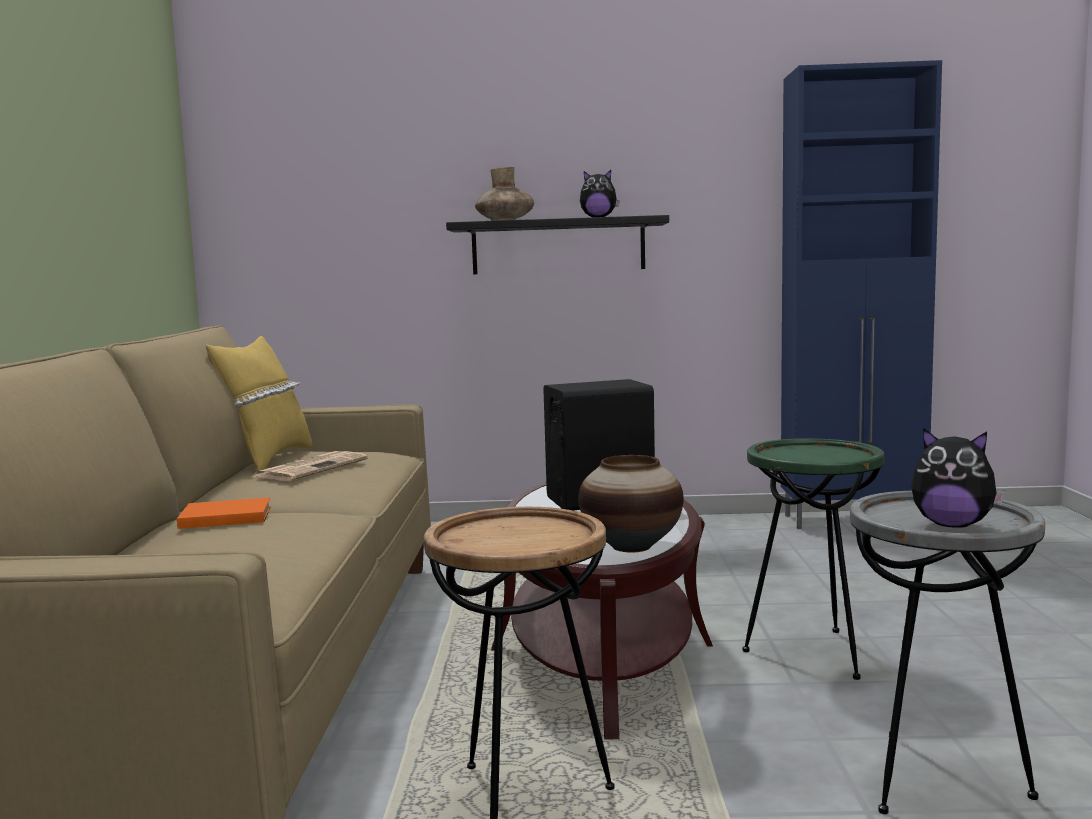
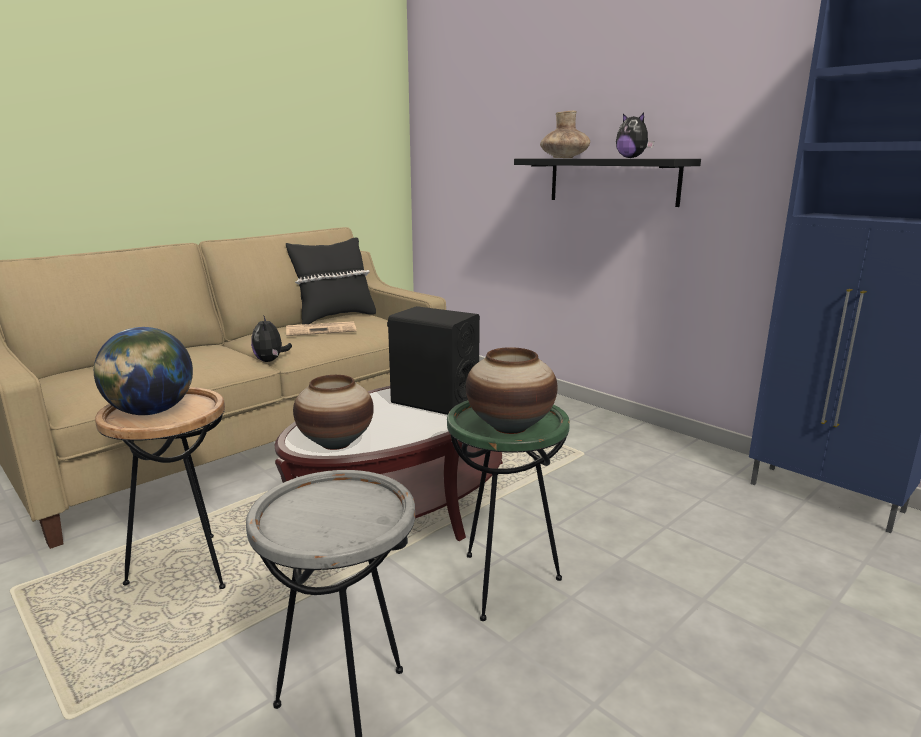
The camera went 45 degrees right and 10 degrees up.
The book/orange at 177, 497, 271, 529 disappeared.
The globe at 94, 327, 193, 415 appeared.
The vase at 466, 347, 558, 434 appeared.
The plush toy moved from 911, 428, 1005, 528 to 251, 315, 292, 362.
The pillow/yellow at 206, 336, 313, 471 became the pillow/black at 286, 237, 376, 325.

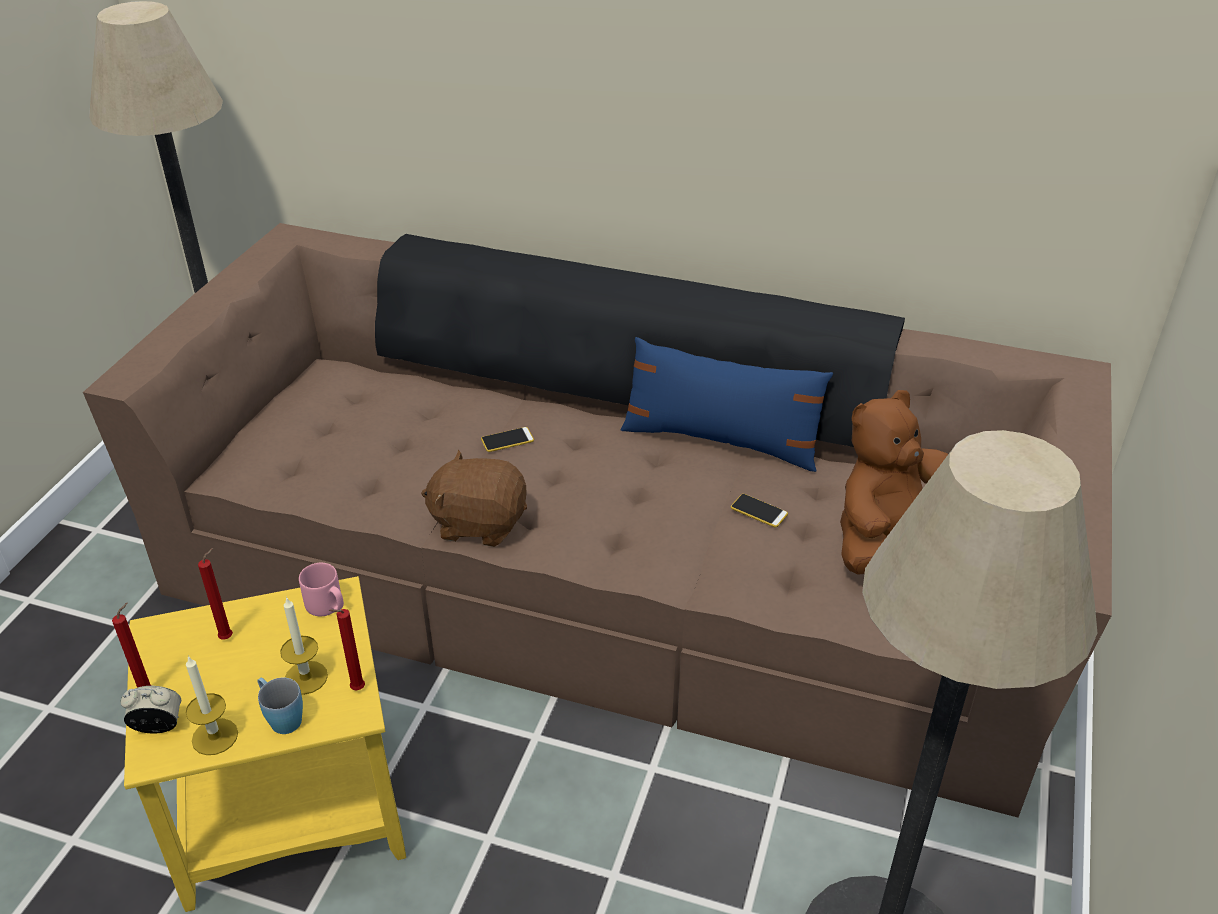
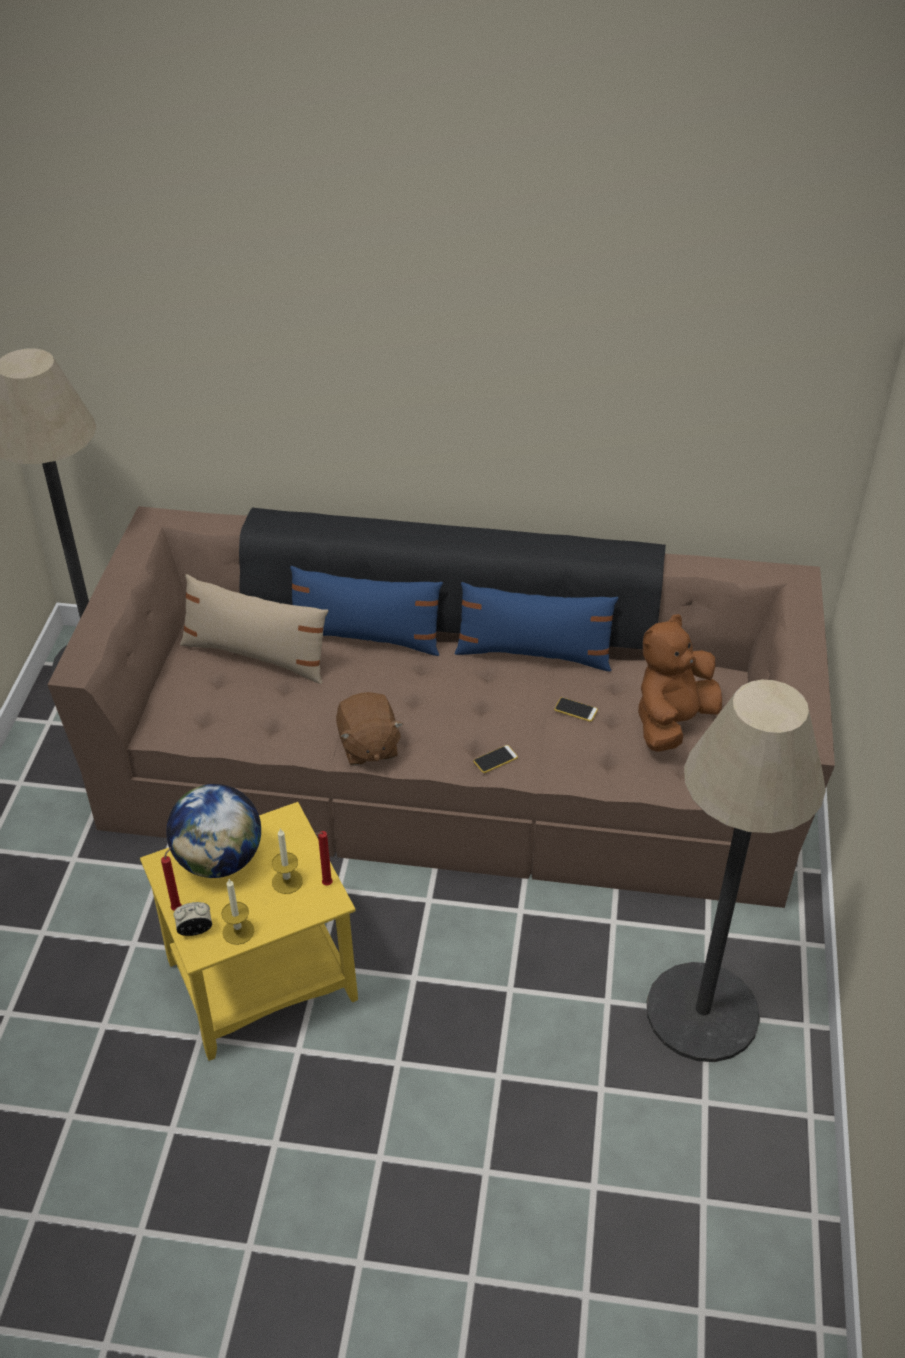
The camera went 10 degrees left and 5 degrees up.
The mug/blue at 257, 678, 303, 734 disappeared.
The mug/pink at 299, 563, 344, 616 disappeared.
The pillow/beige at 180, 574, 329, 684 appeared.
The pillow/blue at 290, 566, 443, 656 appeared.
The phone moved from 481, 427, 534, 452 to 473, 745, 518, 773.
The candle/red at 198, 548, 233, 640 was replaced by the globe at 166, 784, 261, 878.
The plush toy/brown at 421, 450, 527, 547 turned 105 degrees counterclockwise.

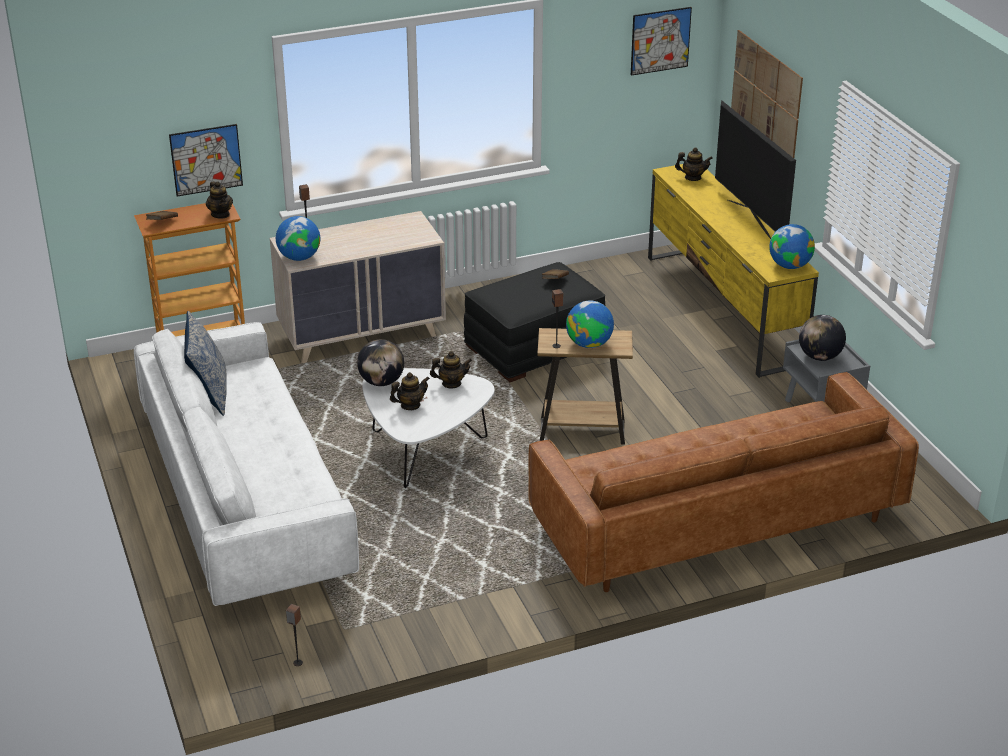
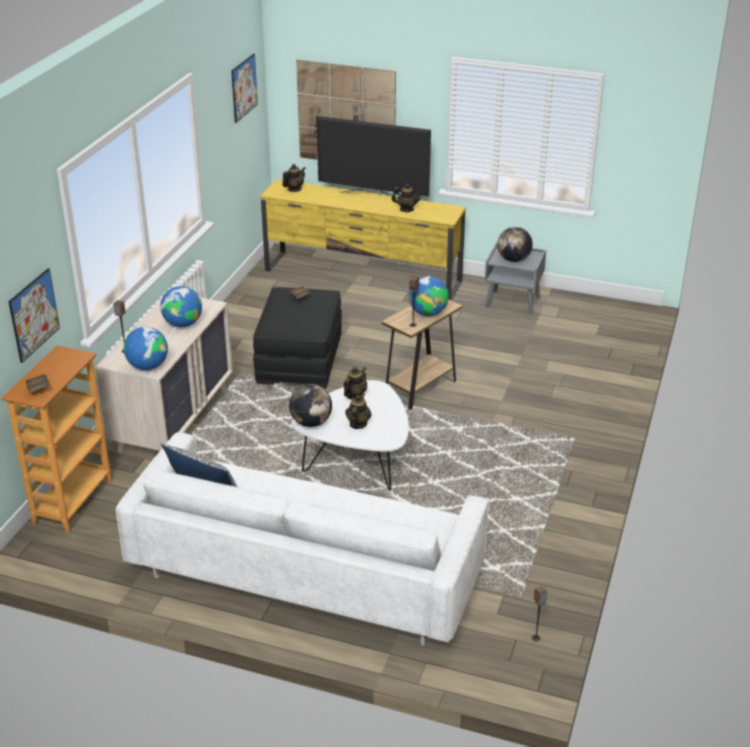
The camera went 50 degrees left and 0 degrees up.
The sofa/brown at 528, 372, 919, 592 disappeared.
The teapot moved from 206, 182, 233, 219 to 391, 183, 422, 212.
The globe moved from 769, 224, 815, 269 to 160, 286, 202, 327.

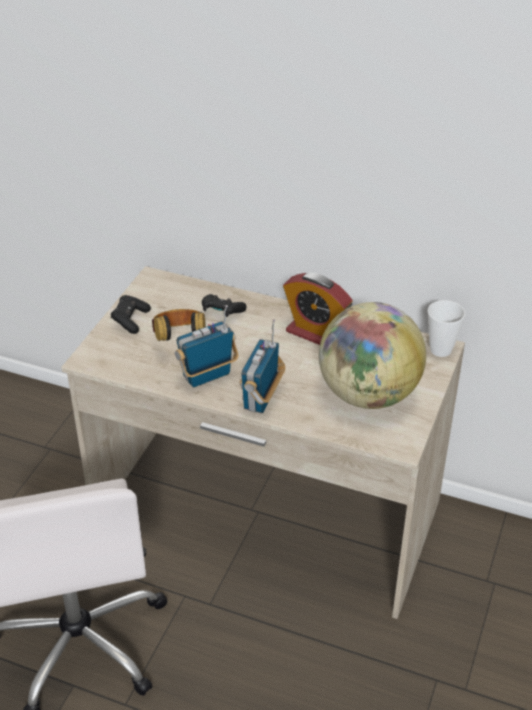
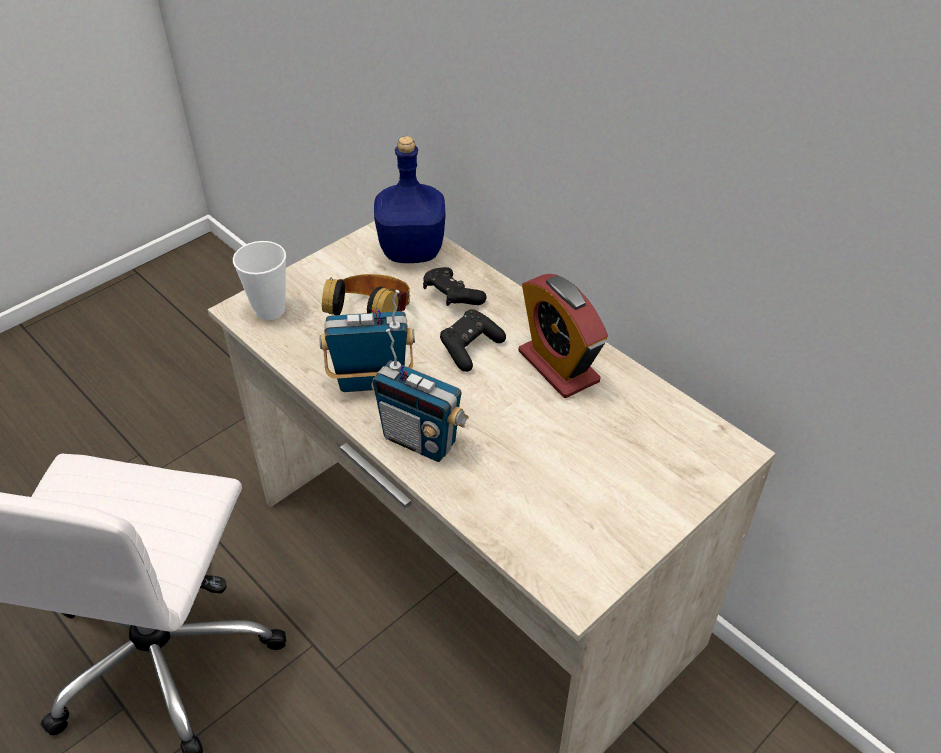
The camera went 25 degrees right and 5 degrees up.
The globe at 319, 302, 426, 409 disappeared.
The bottle/blue at 374, 136, 445, 263 appeared.
The game controller/black moved from 111, 295, 151, 334 to 440, 309, 506, 372.
The cup moved from 428, 300, 465, 357 to 233, 241, 286, 320.
The radio at 239, 319, 285, 413 turned 105 degrees counterclockwise.

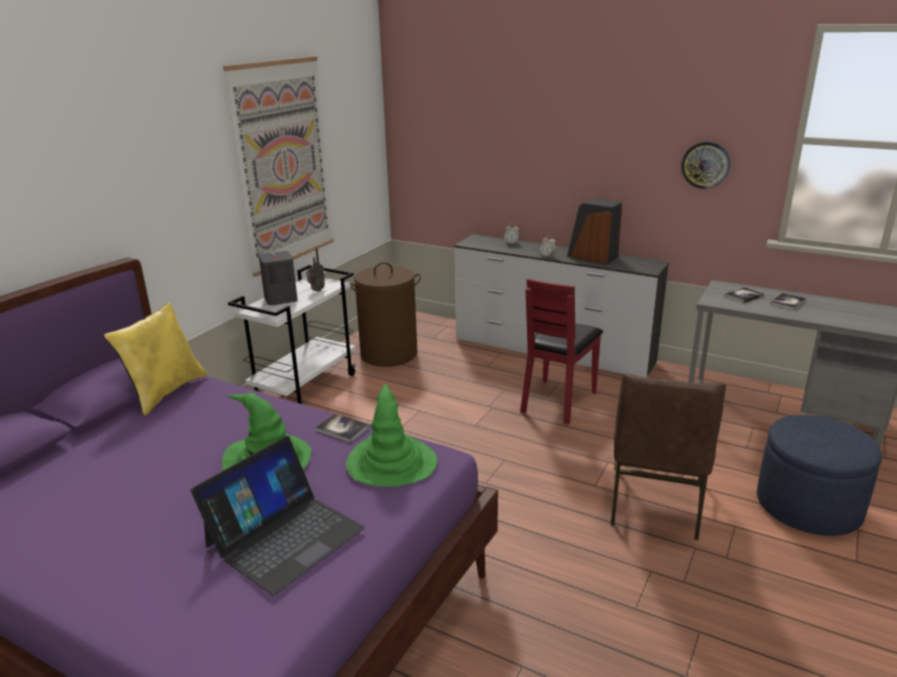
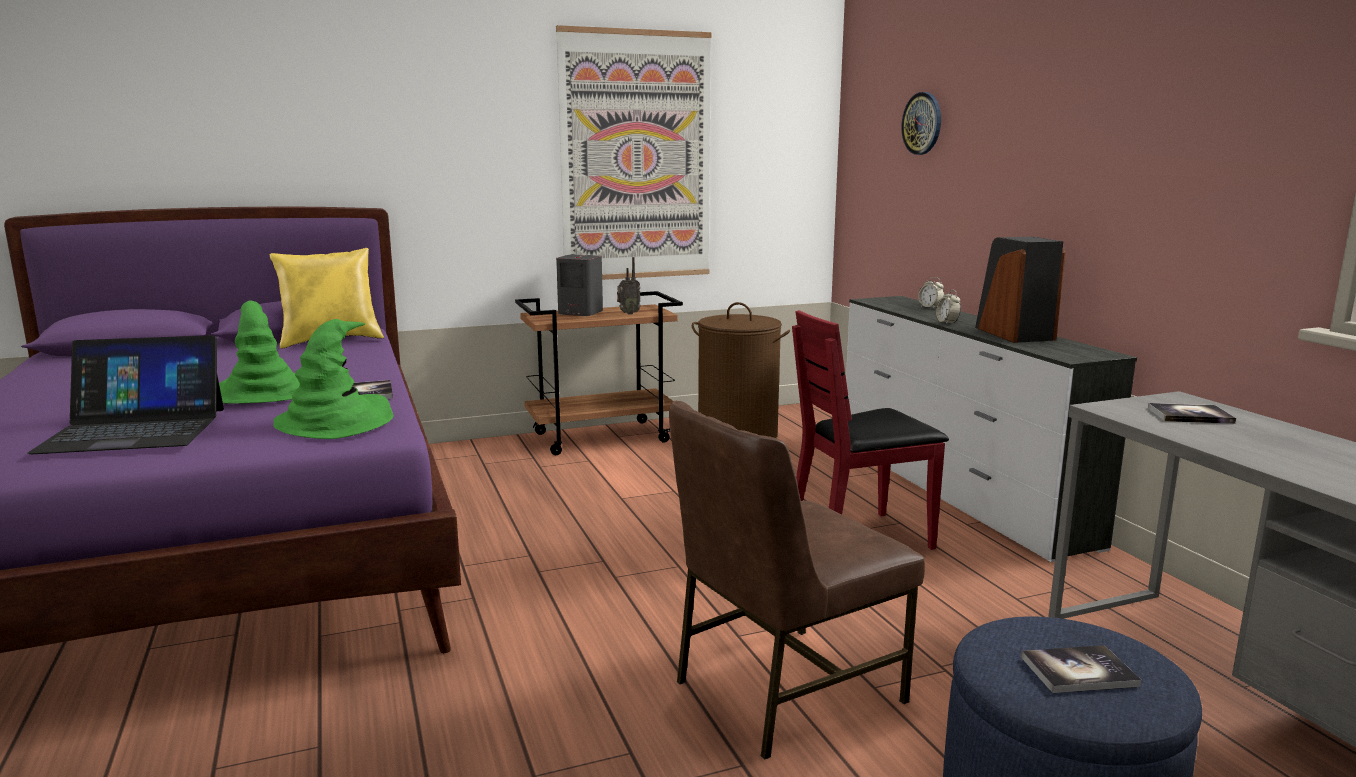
The camera went 40 degrees right and 10 degrees down.
The wall clock moved from 681, 142, 730, 189 to 901, 92, 941, 155.
The book moved from 770, 293, 806, 310 to 1021, 645, 1141, 693.
The cart/white at 228, 265, 356, 404 became the cart/brown at 515, 291, 683, 455.

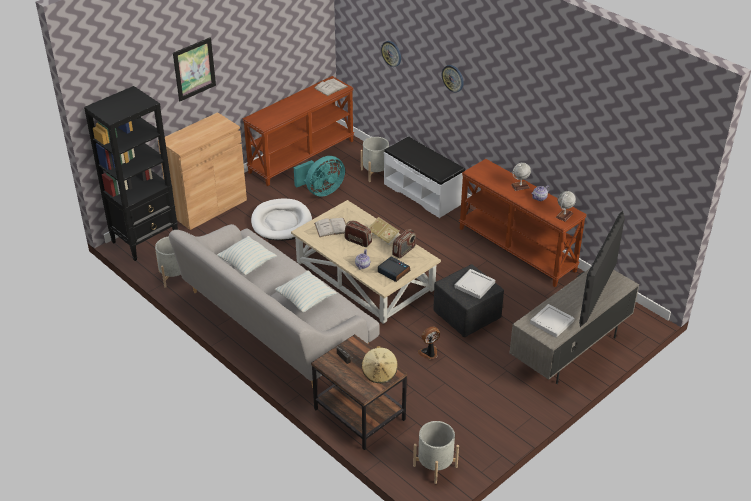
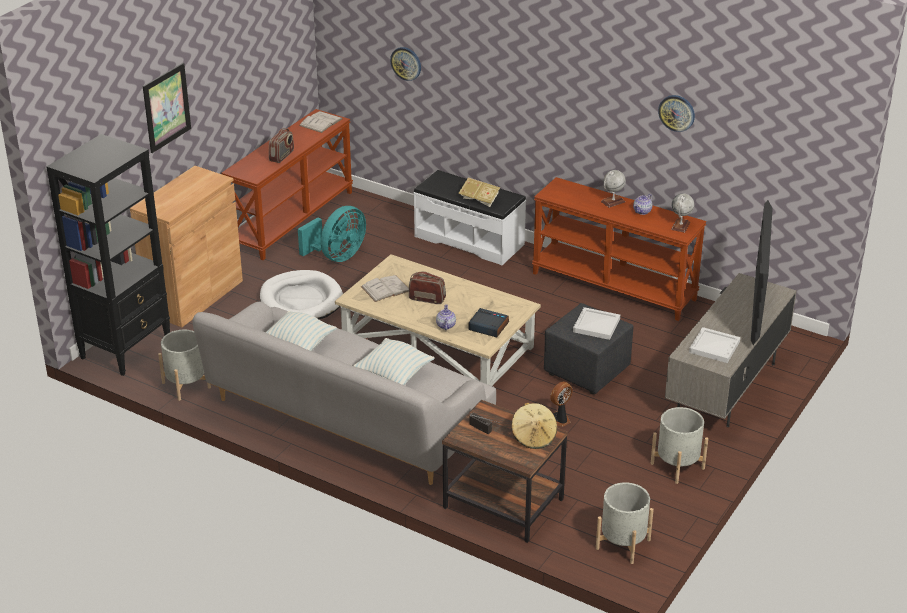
The camera went 15 degrees left and 5 degrees down.
The planter/grey moved from 361, 137, 389, 182 to 651, 407, 708, 484.
The book moved from 369, 217, 400, 245 to 458, 177, 500, 207.
The radio moved from 392, 229, 416, 258 to 269, 128, 294, 163.
The wall clock moved from 442, 65, 464, 92 to 658, 95, 695, 132.

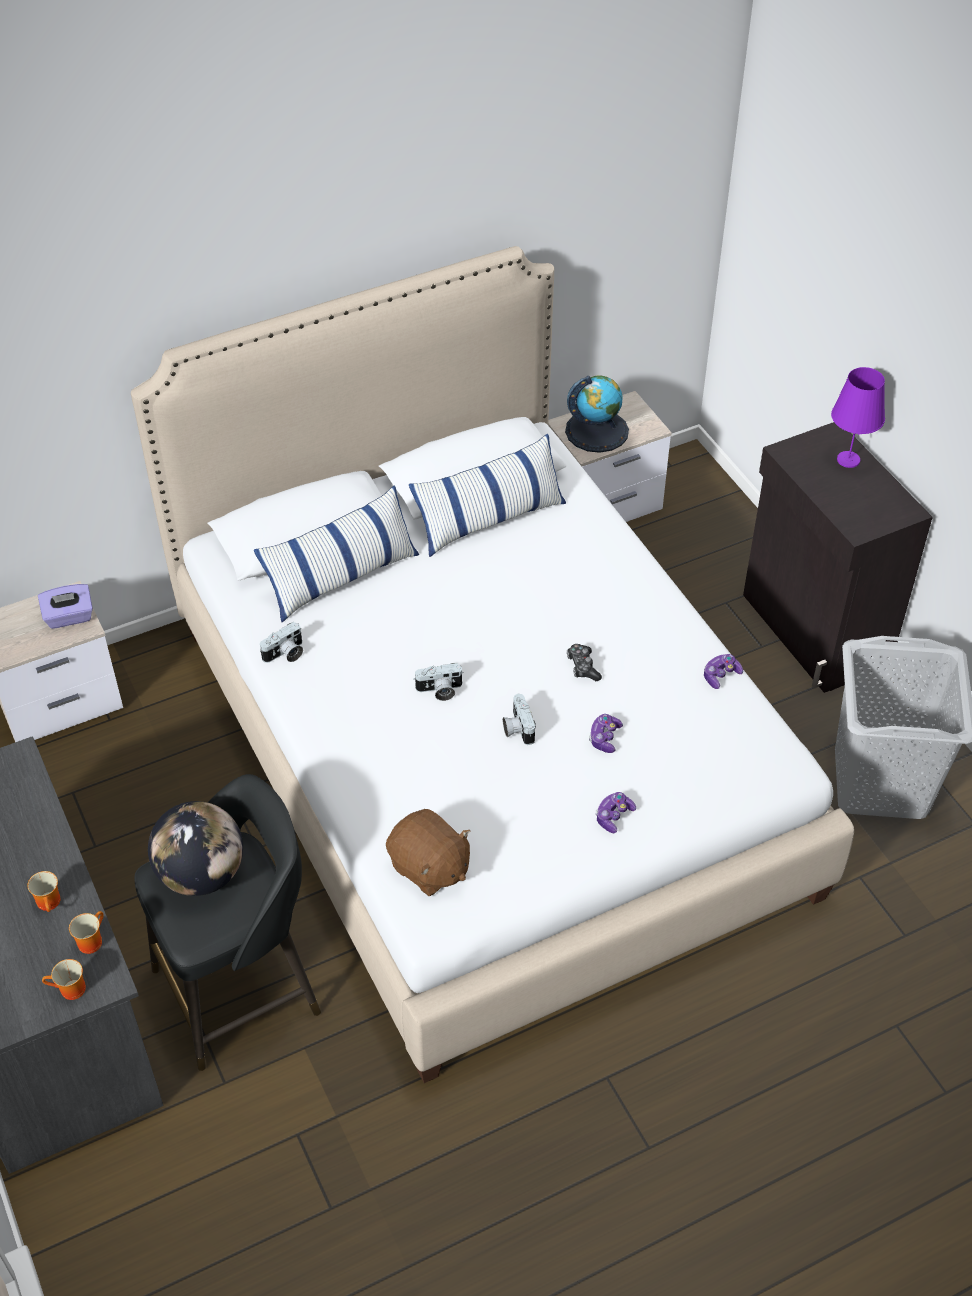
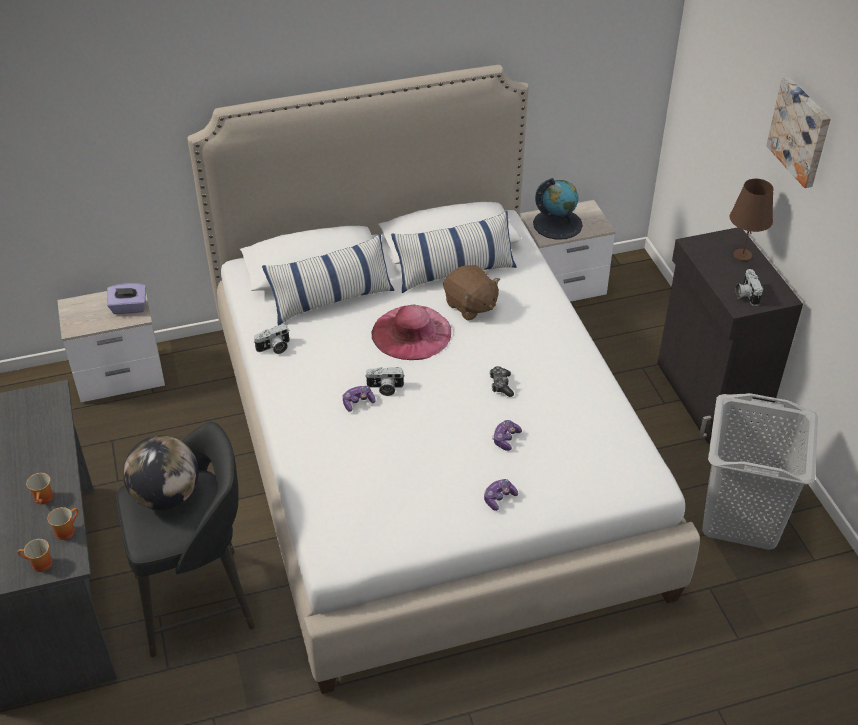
The camera went 10 degrees right and 5 degrees down.
The hat/pink at 371, 304, 451, 360 appeared.
The picture at 766, 77, 831, 188 appeared.
The plush toy/brown moved from 386, 809, 470, 896 to 443, 265, 500, 321.
The photo camera moved from 503, 694, 536, 745 to 736, 269, 763, 306.
The game controller moved from 704, 654, 743, 689 to 343, 386, 376, 412.
The table lamp/purple at 831, 367, 885, 468 became the table lamp/brown at 730, 179, 773, 261.

